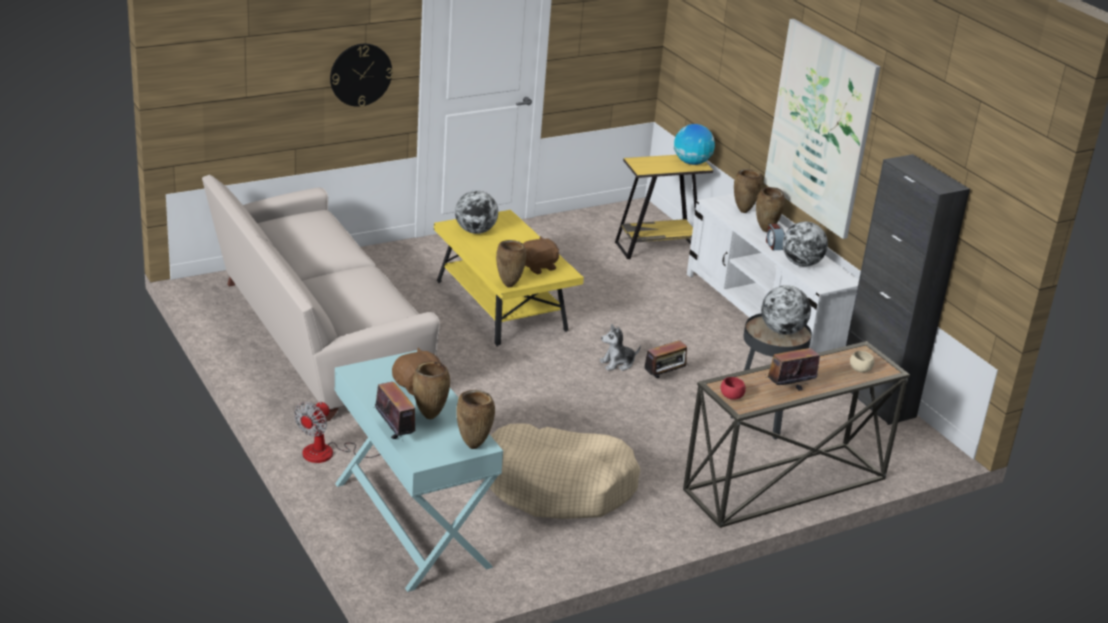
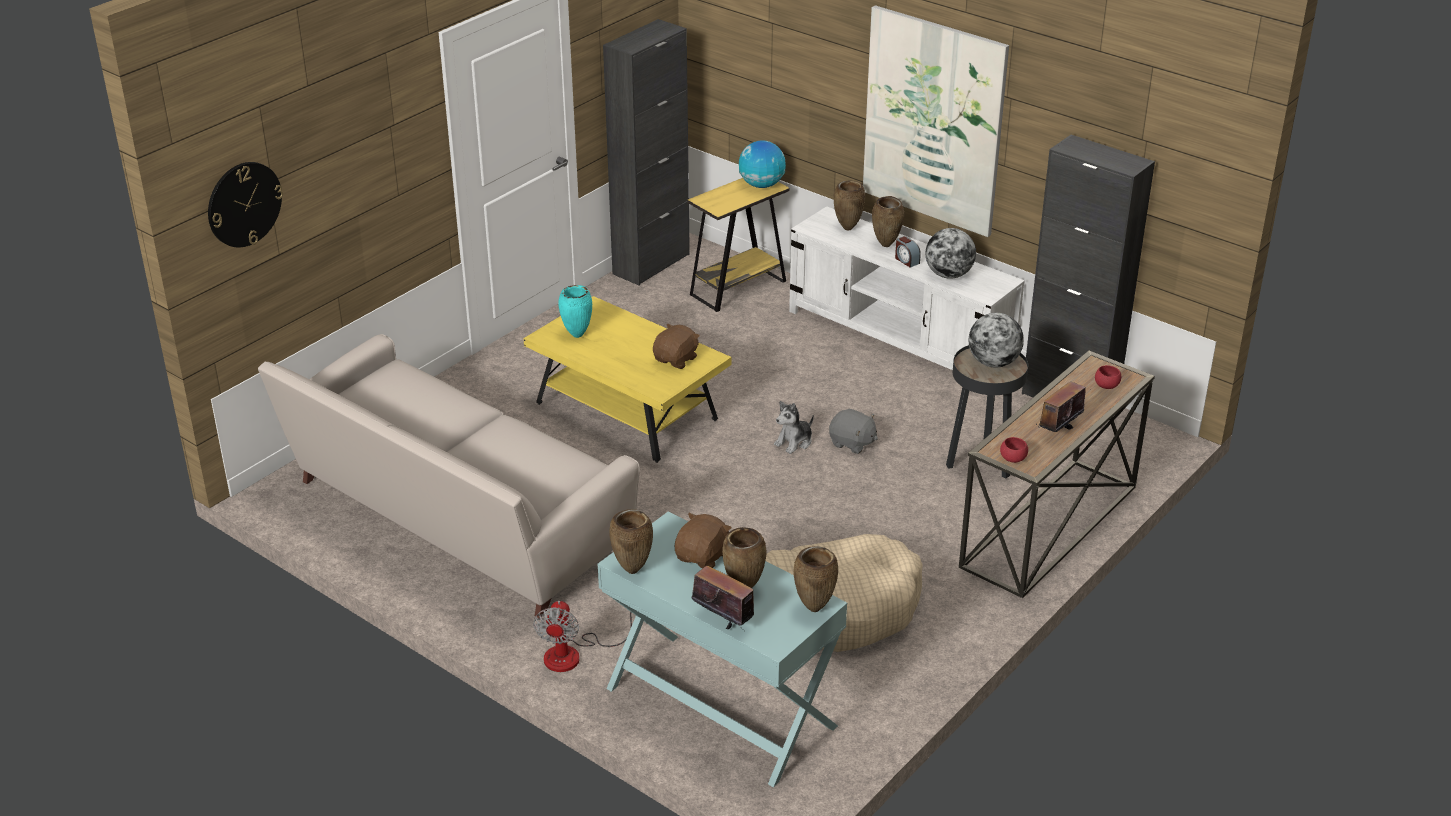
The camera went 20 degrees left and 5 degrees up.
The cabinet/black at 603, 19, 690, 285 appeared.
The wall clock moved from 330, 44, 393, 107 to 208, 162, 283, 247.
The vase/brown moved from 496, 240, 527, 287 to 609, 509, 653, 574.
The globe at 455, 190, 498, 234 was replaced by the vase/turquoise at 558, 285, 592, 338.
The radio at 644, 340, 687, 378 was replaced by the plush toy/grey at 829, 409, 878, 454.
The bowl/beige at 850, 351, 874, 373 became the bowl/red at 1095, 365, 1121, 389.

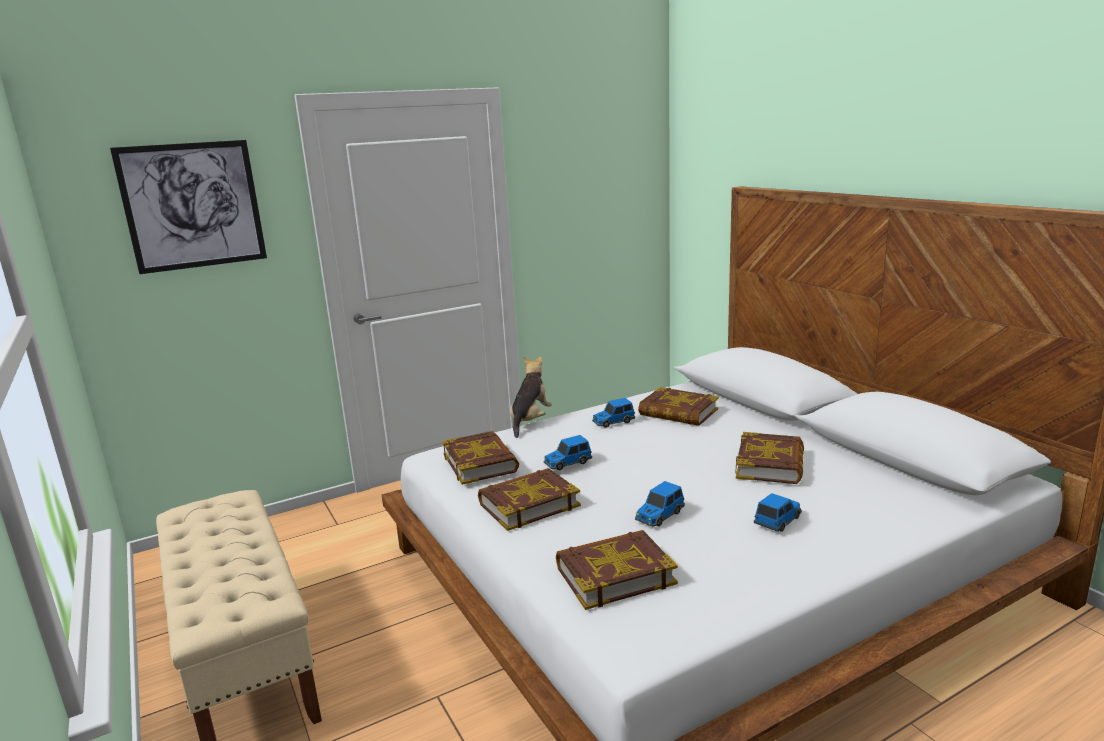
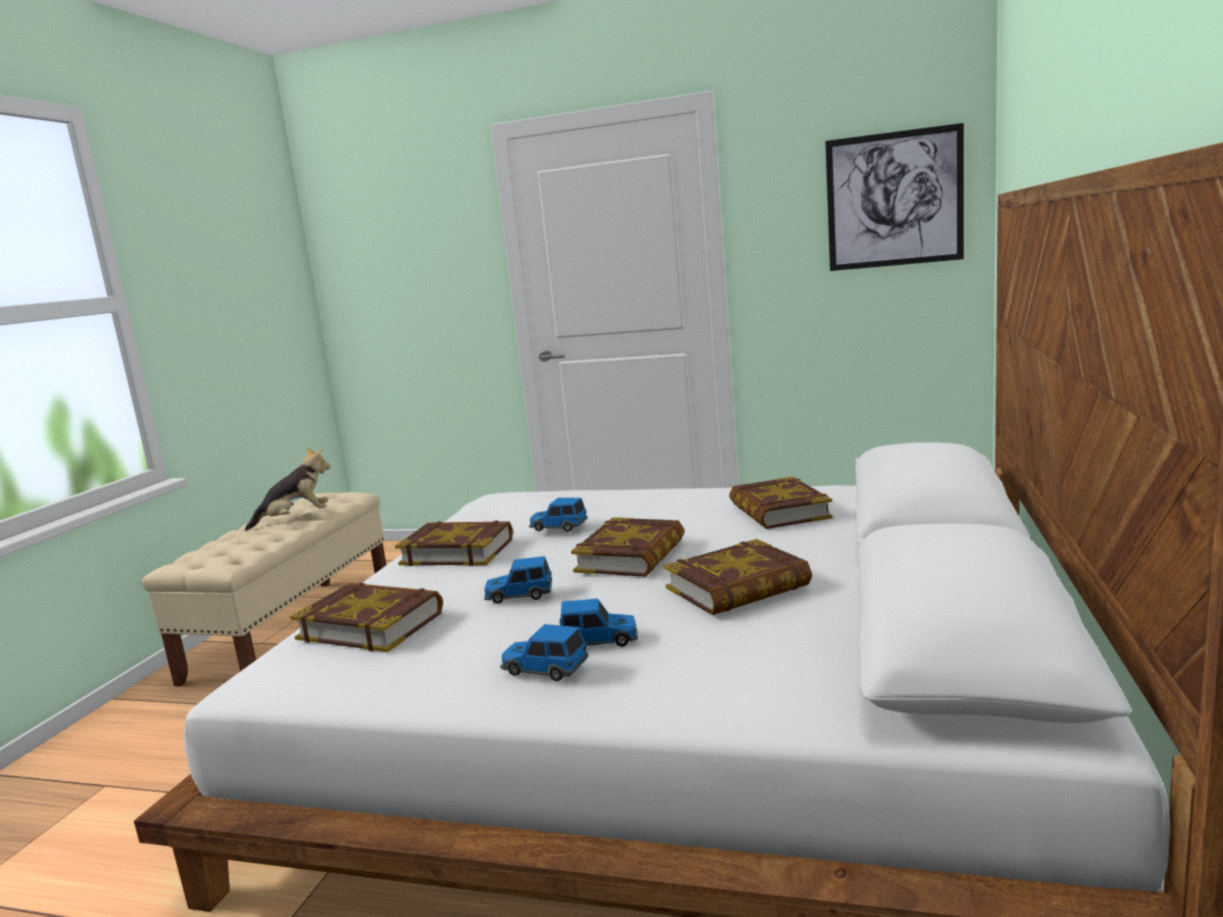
The camera went 45 degrees right and 5 degrees down.
The picture moved from 110, 140, 267, 274 to 825, 123, 964, 271.
The book moved from 442, 431, 519, 485 to 571, 517, 685, 577.
The plush toy moved from 510, 356, 552, 438 to 245, 447, 330, 531.
The toy car moved from 592, 398, 635, 428 to 500, 624, 588, 681.

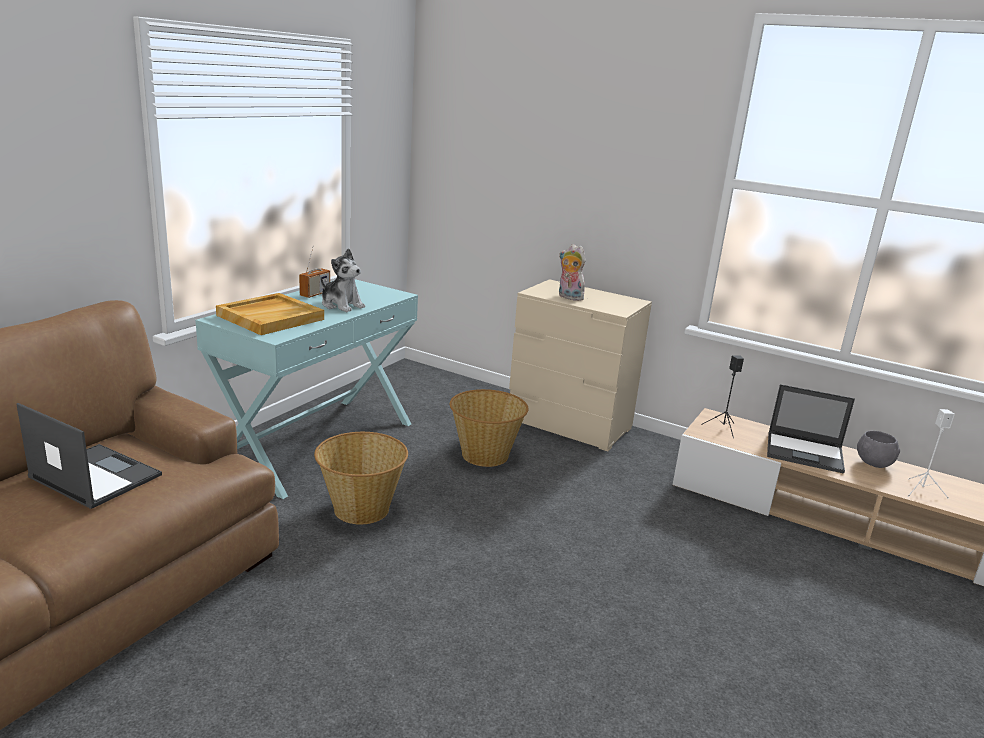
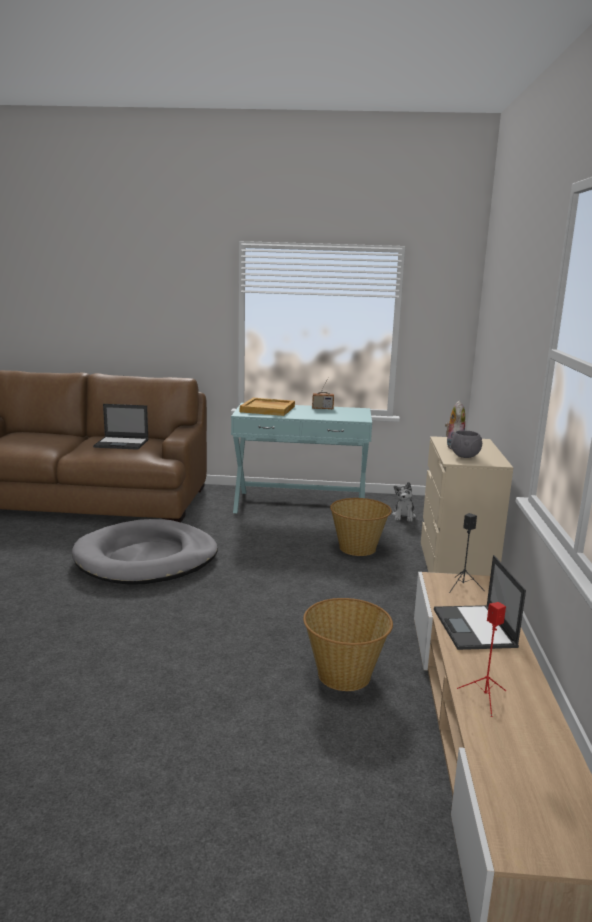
The camera went 65 degrees right and 5 degrees down.
The dog bed/grey at 72, 519, 218, 585 appeared.
The basket moved from 314, 432, 408, 525 to 303, 598, 393, 691.
The plush toy moved from 320, 248, 365, 312 to 392, 482, 416, 522.
The bowl/grey moved from 857, 431, 900, 468 to 451, 430, 482, 458.
The speaker/white at 908, 409, 955, 499 became the speaker/red at 457, 602, 506, 717.
The laptop at 16, 403, 162, 509 turned 90 degrees clockwise.

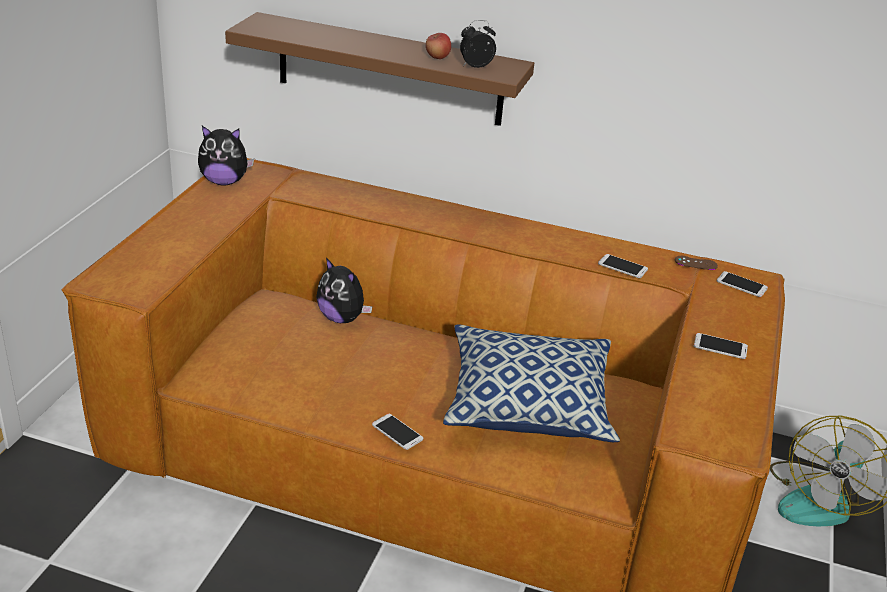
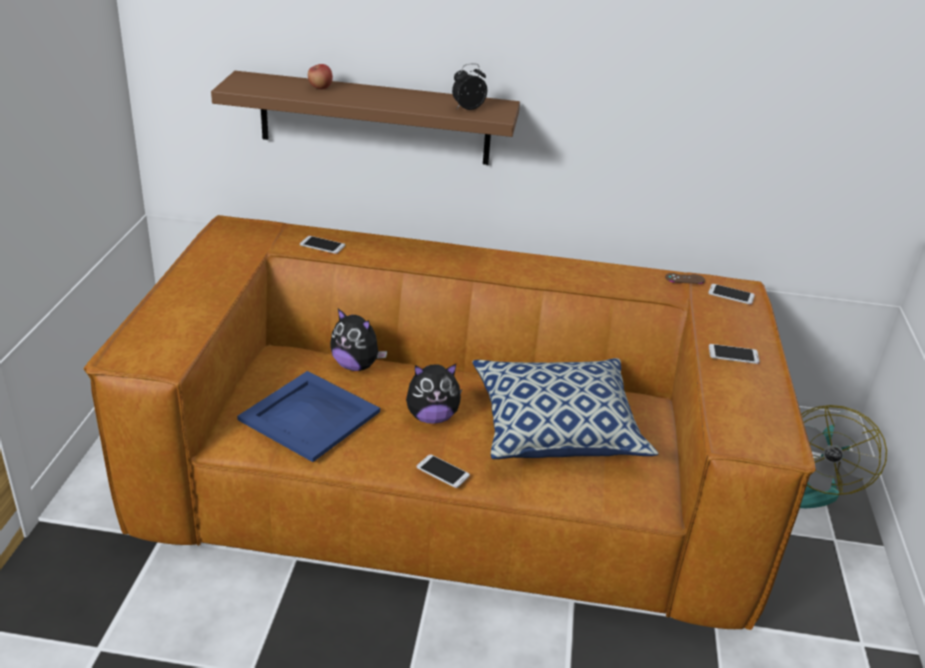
The camera went 10 degrees left and 0 degrees up.
The tray/blue at 237, 371, 380, 462 appeared.
The plush toy moved from 198, 126, 254, 185 to 406, 364, 462, 424.
The apple moved from 426, 33, 451, 59 to 308, 64, 333, 89.
The phone moved from 598, 254, 648, 278 to 300, 236, 345, 254.

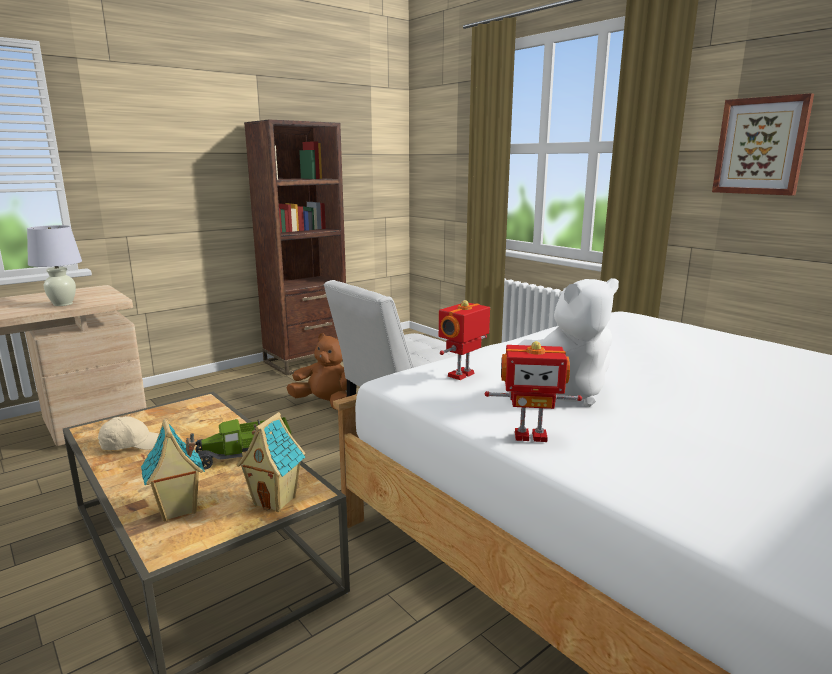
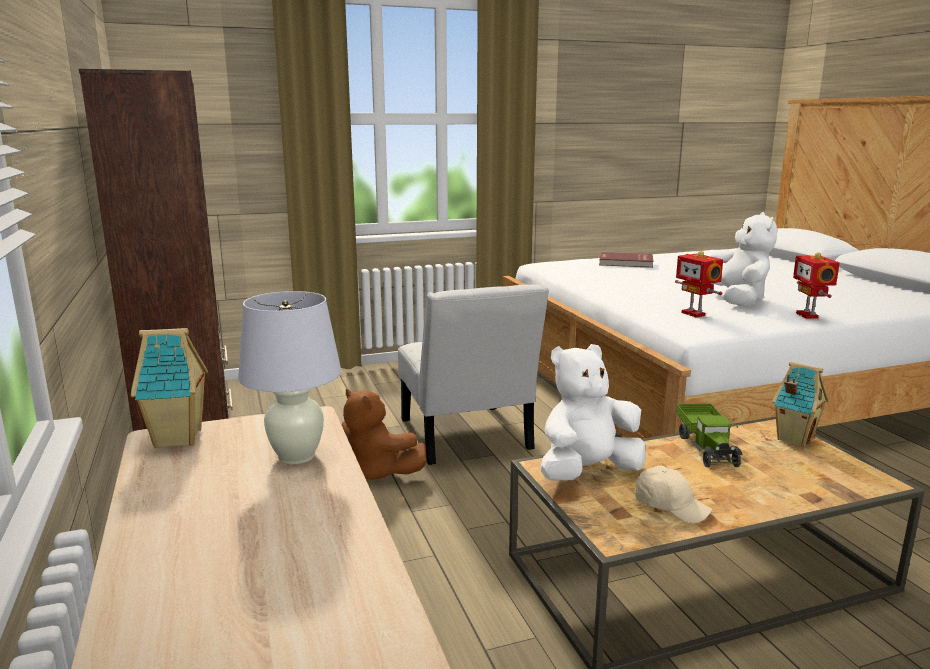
The camera went 70 degrees left and 0 degrees up.
The picture at 712, 93, 814, 196 disappeared.
The plush toy/white at 541, 344, 646, 481 appeared.
The book/red at 599, 252, 654, 268 appeared.
The toy house moved from 141, 419, 205, 521 to 131, 328, 208, 448.
The cap/beige at 98, 416, 159, 450 turned 120 degrees clockwise.
The plush toy/brown at 286, 333, 347, 409 turned 90 degrees counterclockwise.
The toy robot at 485, 341, 582, 442 turned 150 degrees clockwise.

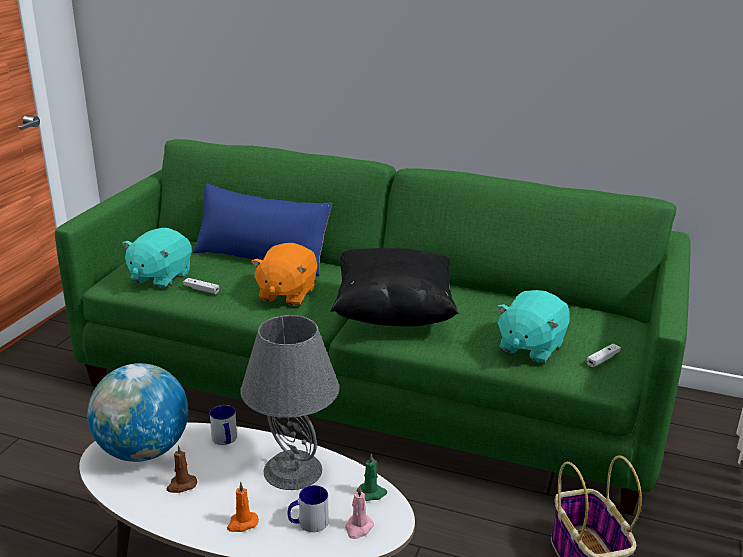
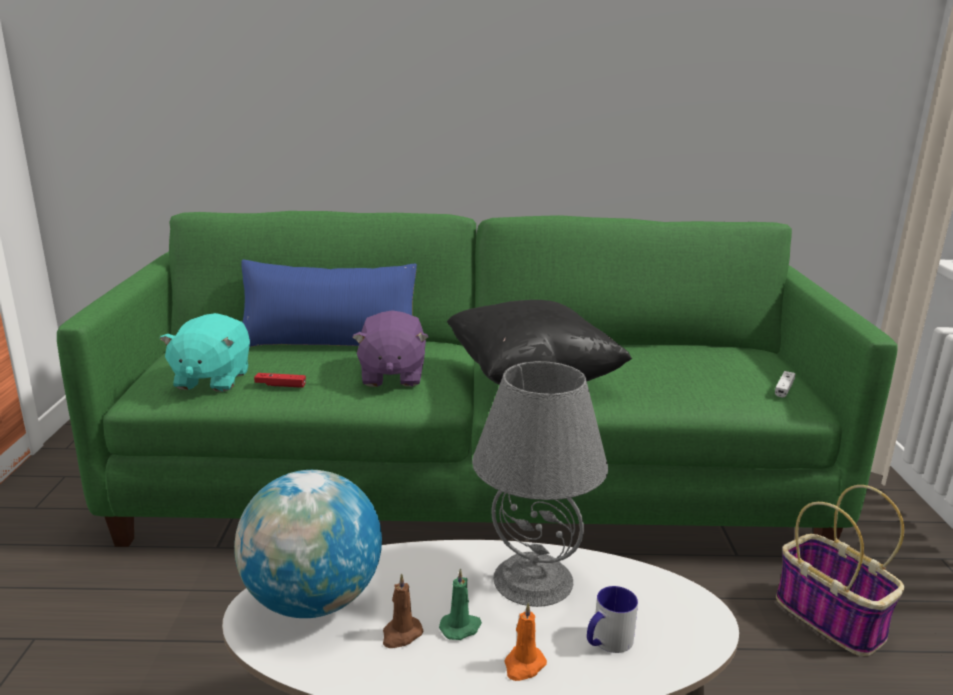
The camera went 20 degrees left and 5 degrees down.
The mug at 210, 405, 237, 445 disappeared.
The candle/pink at 345, 486, 374, 539 disappeared.
The plush toy/turquoise at 497, 290, 569, 363 disappeared.
The candle/green moved from 357, 453, 387, 501 to 439, 568, 482, 640.
The game controller/white at 183, 278, 219, 294 became the game controller/red at 254, 373, 306, 388.
The plush toy/orange at 251, 243, 317, 306 became the plush toy/purple at 352, 310, 428, 387.

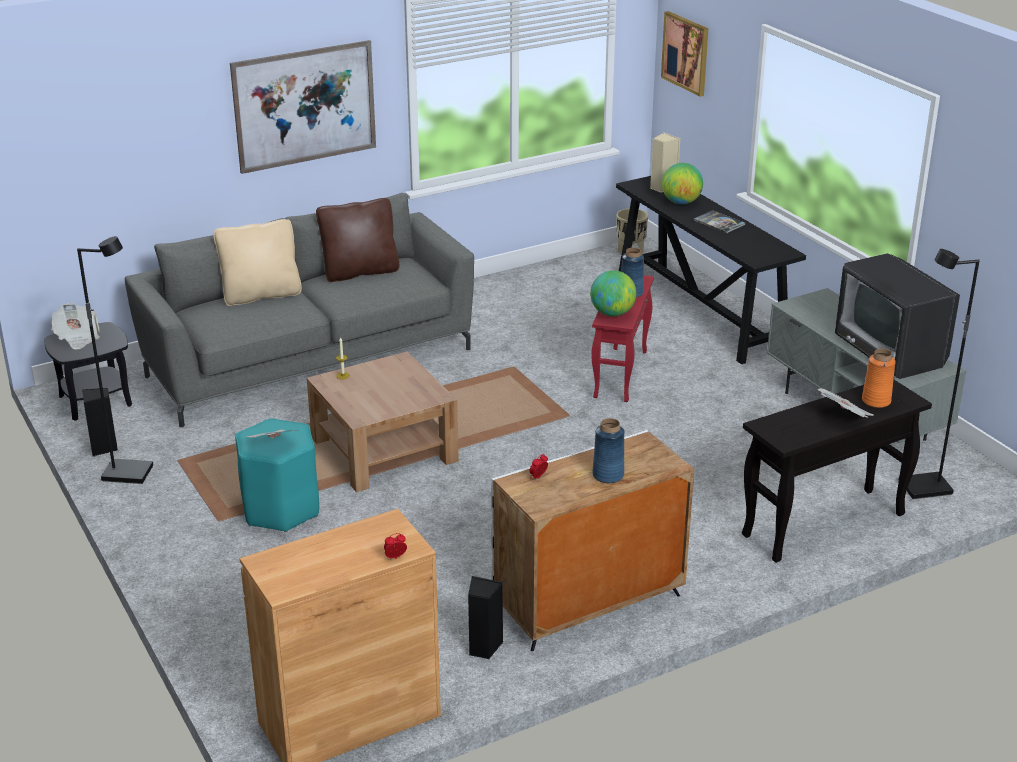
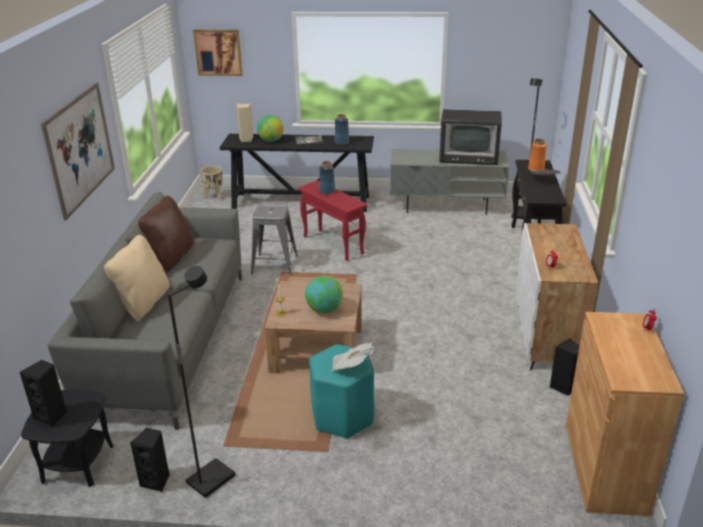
The camera went 55 degrees left and 0 degrees up.
The stool/grey at 251, 204, 298, 275 appeared.
The globe moved from 590, 270, 636, 316 to 305, 276, 343, 313.
The vase/blue moved from 592, 418, 624, 483 to 335, 114, 349, 145.
The newspaper at 52, 303, 100, 350 was replaced by the speaker/black at 19, 360, 67, 427.

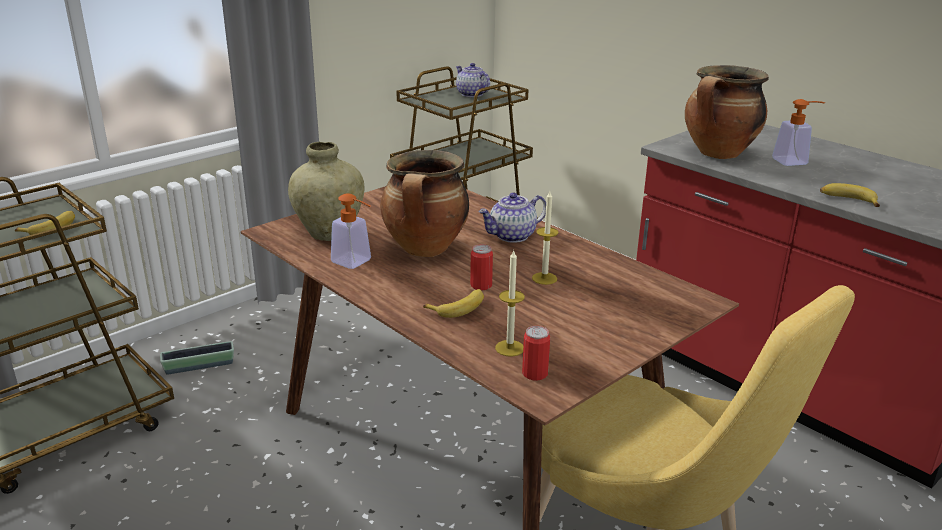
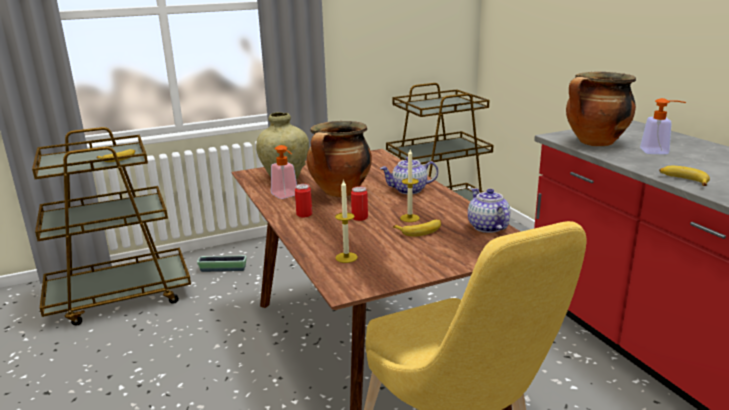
The camera went 20 degrees right and 5 degrees down.
The banana moved from 423, 289, 484, 318 to 393, 220, 441, 236.
The teapot moved from 456, 63, 490, 97 to 468, 188, 510, 233.
The can moved from 522, 326, 550, 381 to 295, 184, 312, 217.

